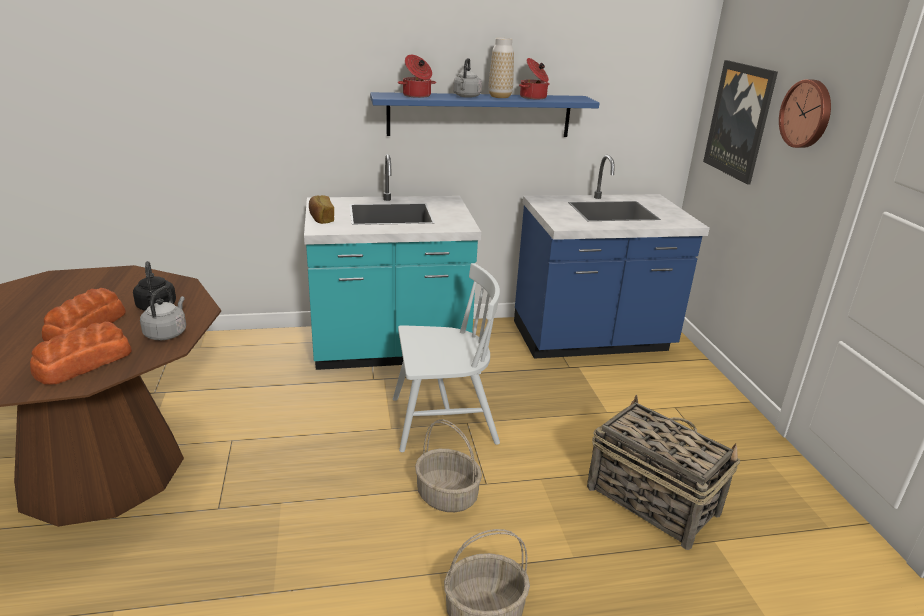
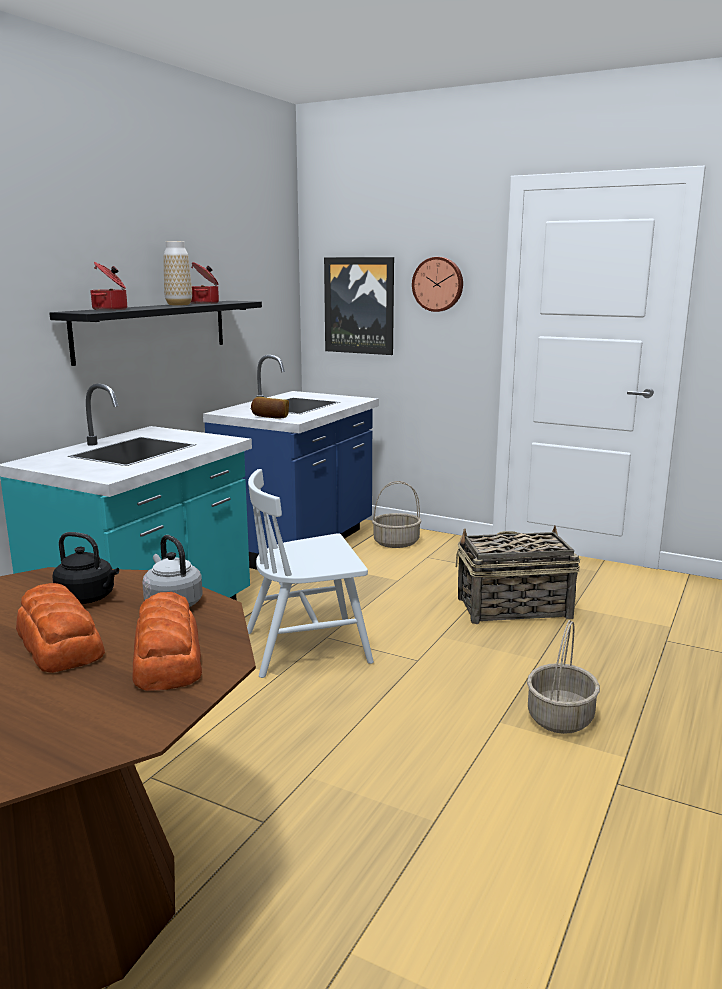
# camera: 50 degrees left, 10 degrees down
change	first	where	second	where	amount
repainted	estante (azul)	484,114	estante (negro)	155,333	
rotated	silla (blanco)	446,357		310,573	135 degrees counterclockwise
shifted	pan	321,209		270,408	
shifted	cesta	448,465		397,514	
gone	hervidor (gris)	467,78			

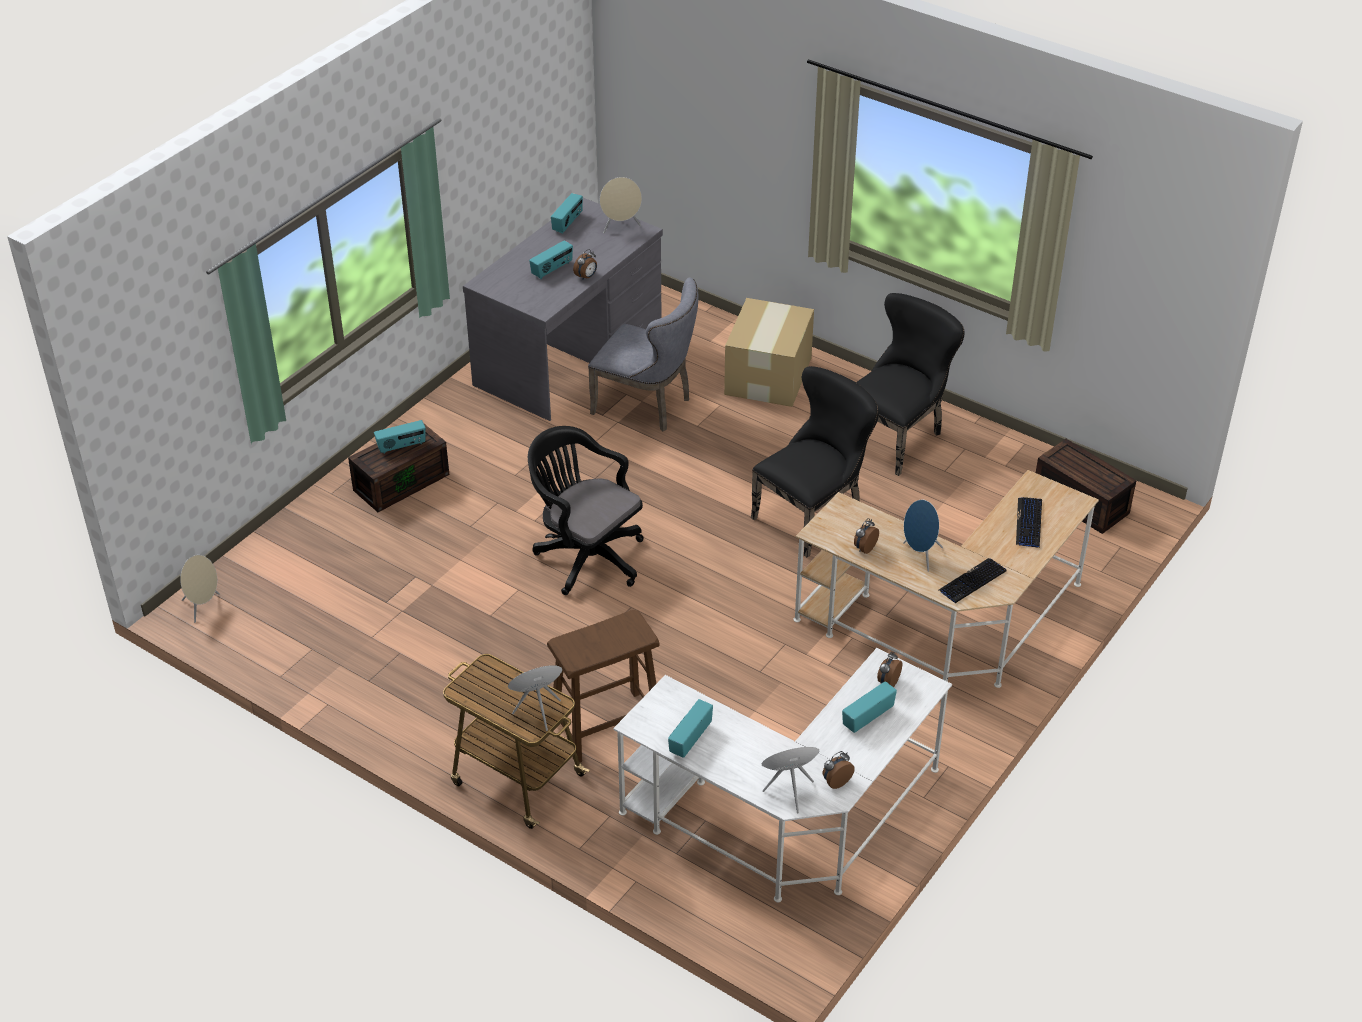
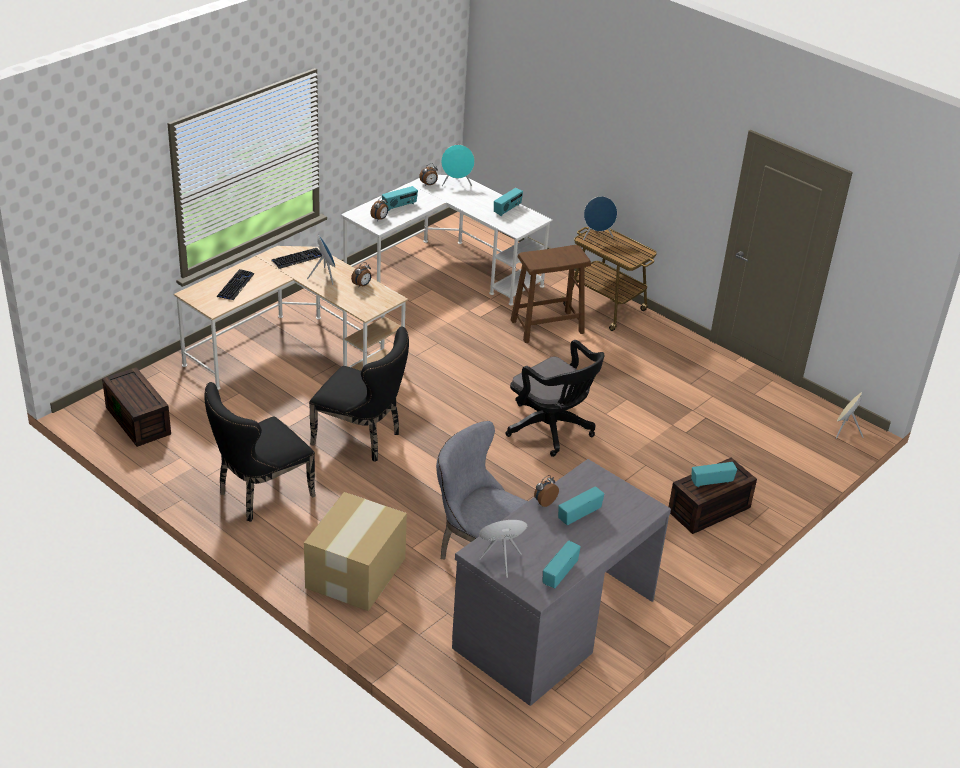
# camera: 175 degrees left, 5 degrees down
change	first	where	second	where	amount
rotated	silla (negro)	815,461		359,394	120 degrees counterclockwise

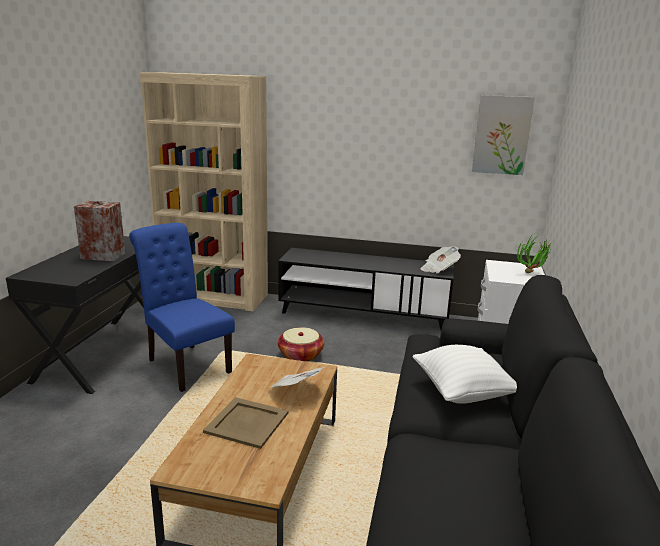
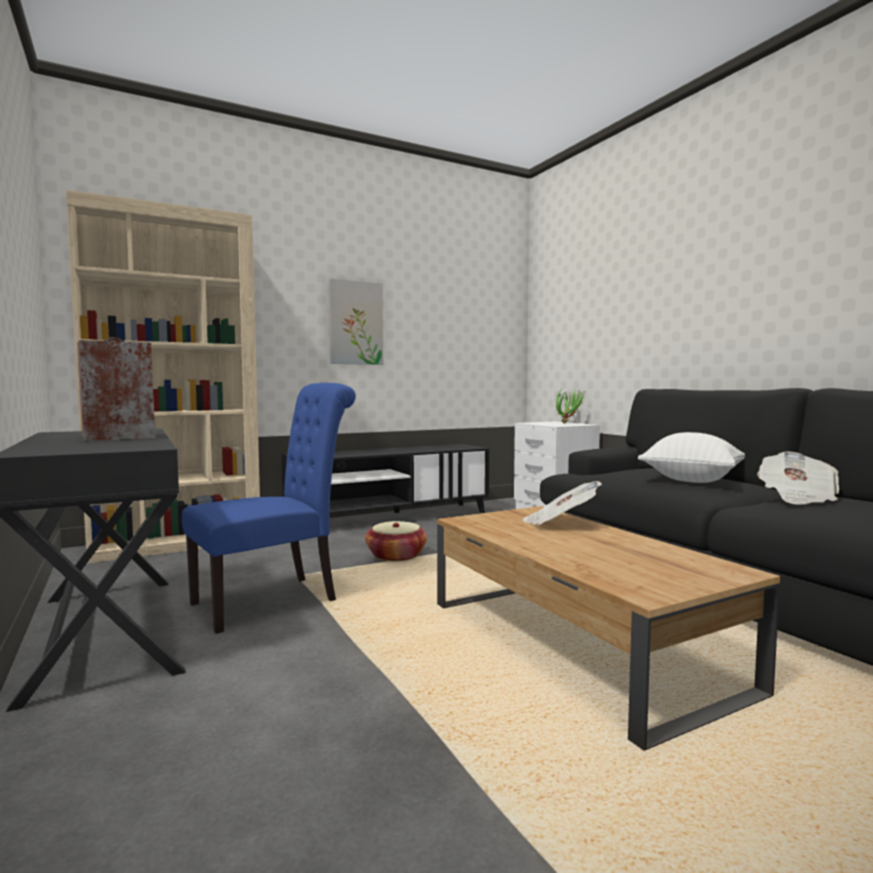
# camera: 40 degrees left, 15 degrees down
change	first	where	second	where	amount
rotated	silla (azul)	182,307		269,508	135 degrees clockwise
shifted	cuadro	503,135		356,322	
shifted	periódico	440,259		798,478	
gone	bandeja (beis)	246,423			

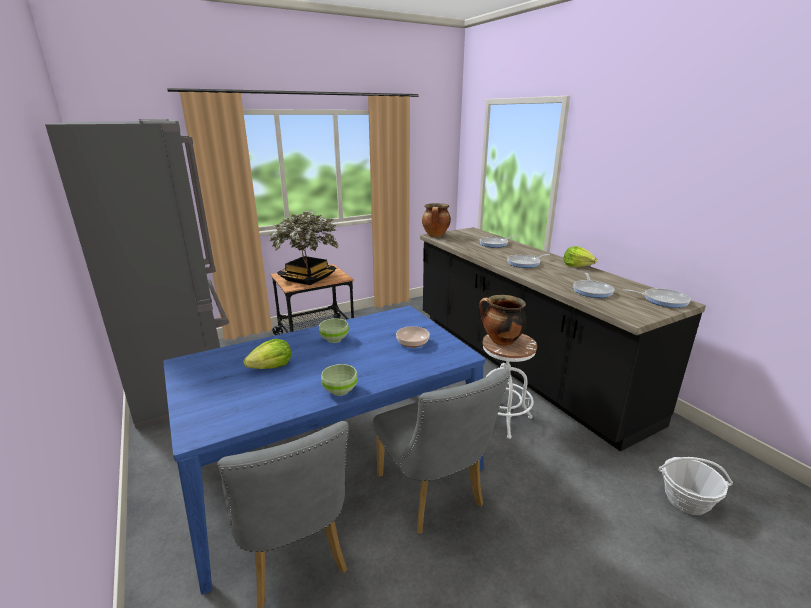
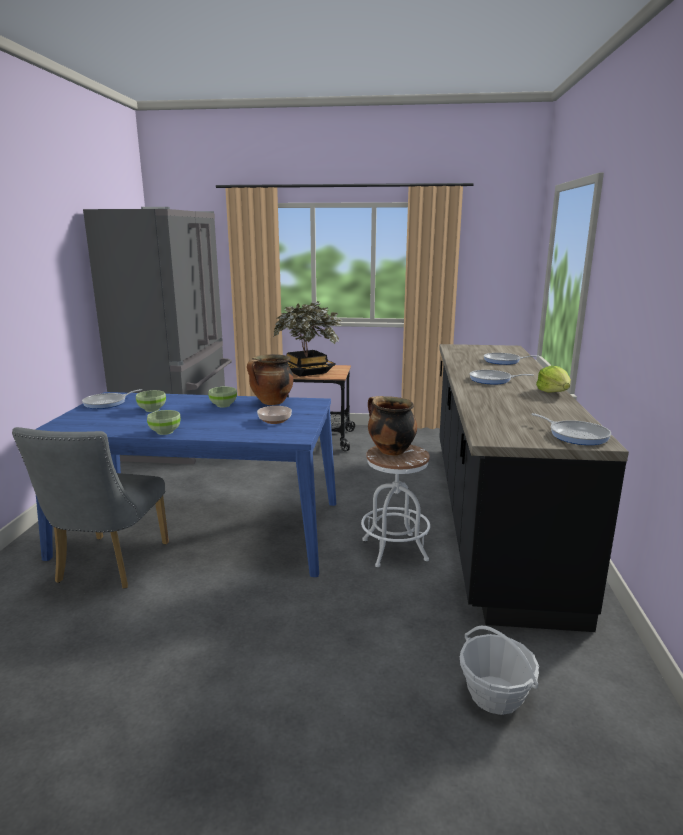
# camera: 35 degrees right, 5 degrees down
change	first	where	second	where	amount
shifted	sartén	593,285		112,399	
swapped	lechuga	267,354	cuenco (verde)	151,401	
shifted	olla	436,220		270,379	
gone	silla (gris)	441,451			

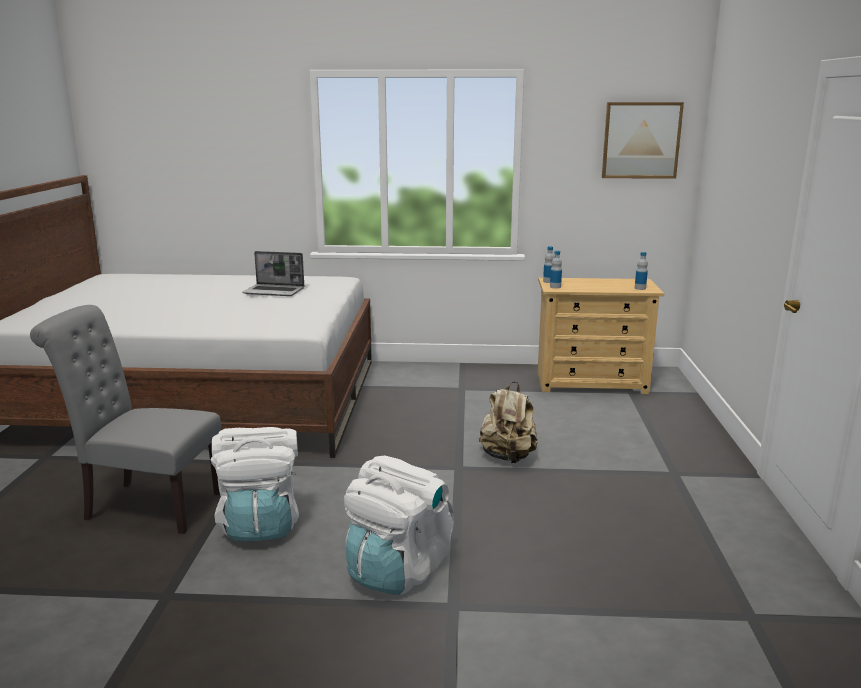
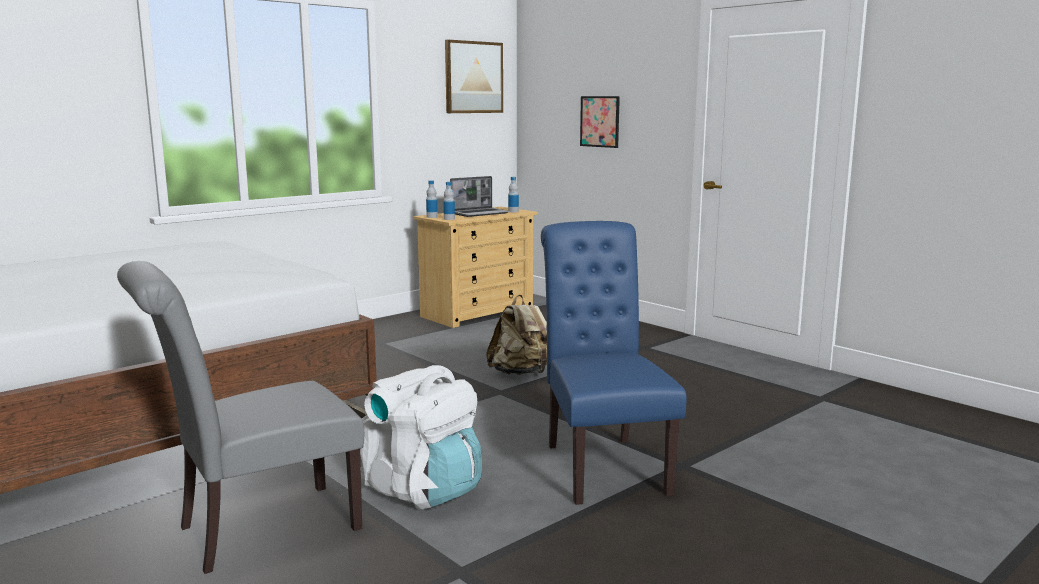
# camera: 45 degrees left, 5 degrees down
change	first	where	second	where	amount
shifted	portátil	273,273		479,196	
swapped	mochila (blanco)	399,525	silla (azul)	614,363	
new			cuadro	600,122	

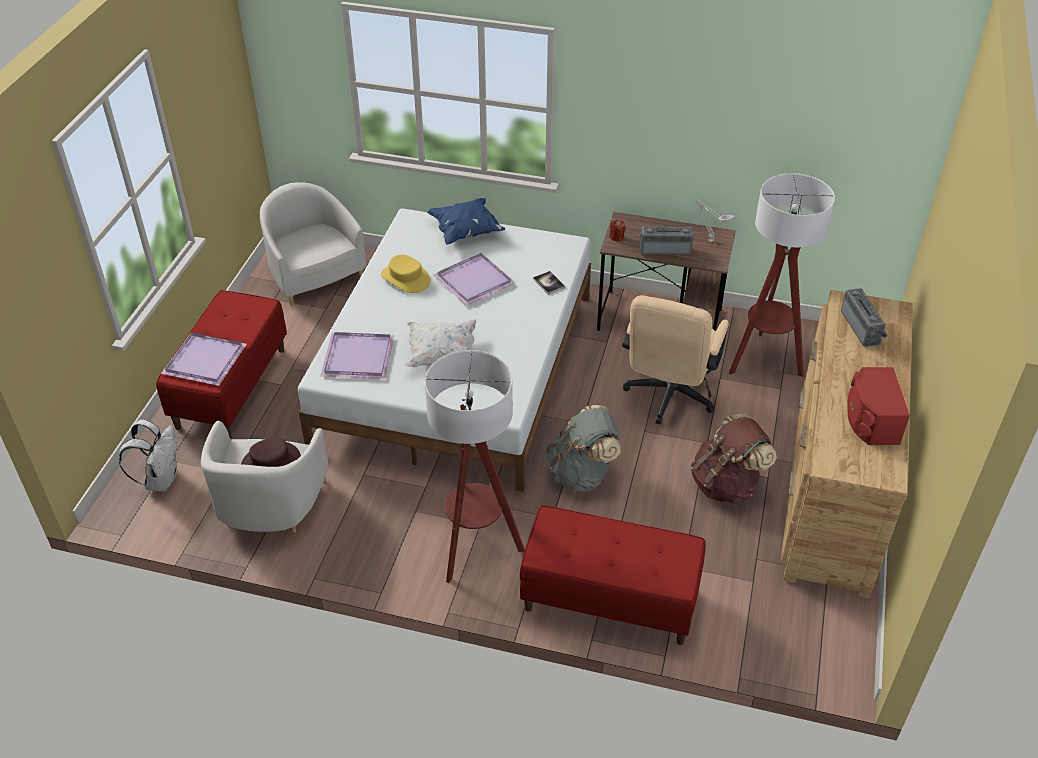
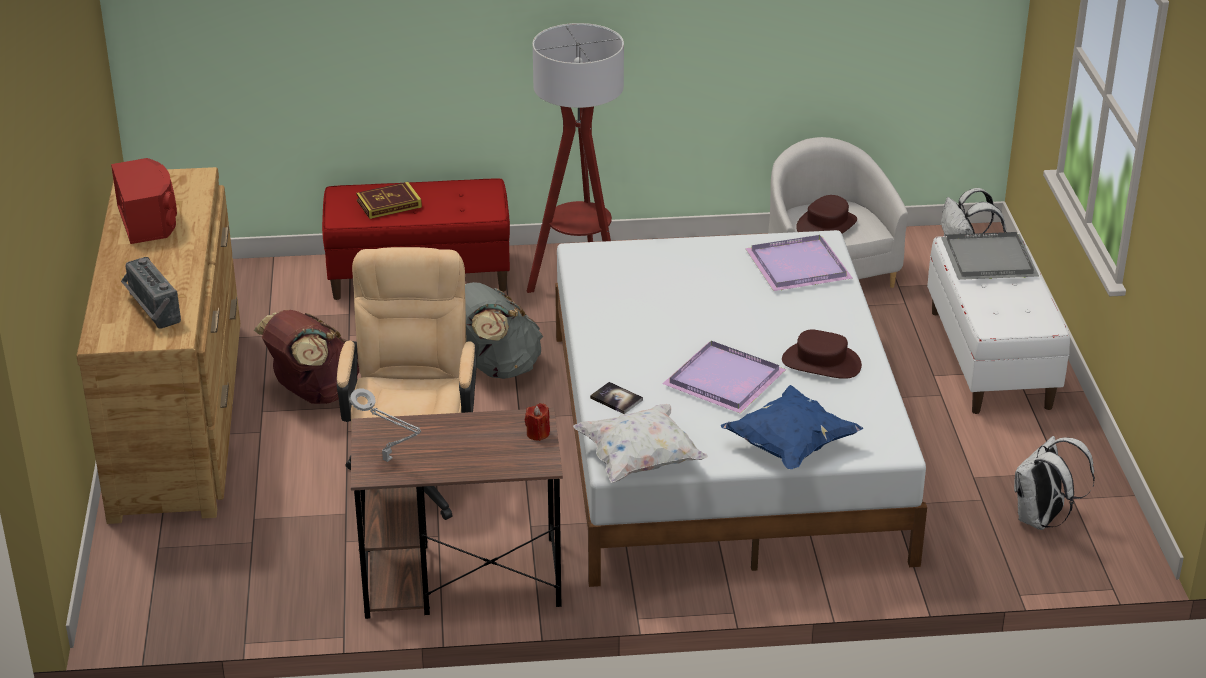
# camera: 160 degrees right, 10 degrees down
change	first	where	second	where	amount
new			libro	389,200	
shifted	cojín (blanco)	441,343		640,443	
repainted	sombrero (amarillo)	405,273	sombrero (marrón)	822,354	
repainted	banco (rojo)	221,364	banco (blanco)	998,323	
repainted	bandeja (morado)	204,359	bandeja (gris)	990,256	
swapped	sillón (blanco)	313,244	mochila (blanco)	1054,483	
gone	radio	666,240			
gone	lámpara de pie	782,275			

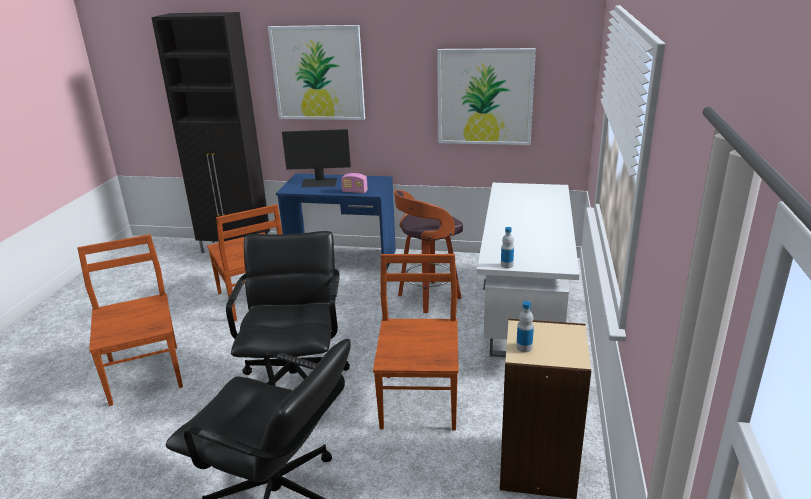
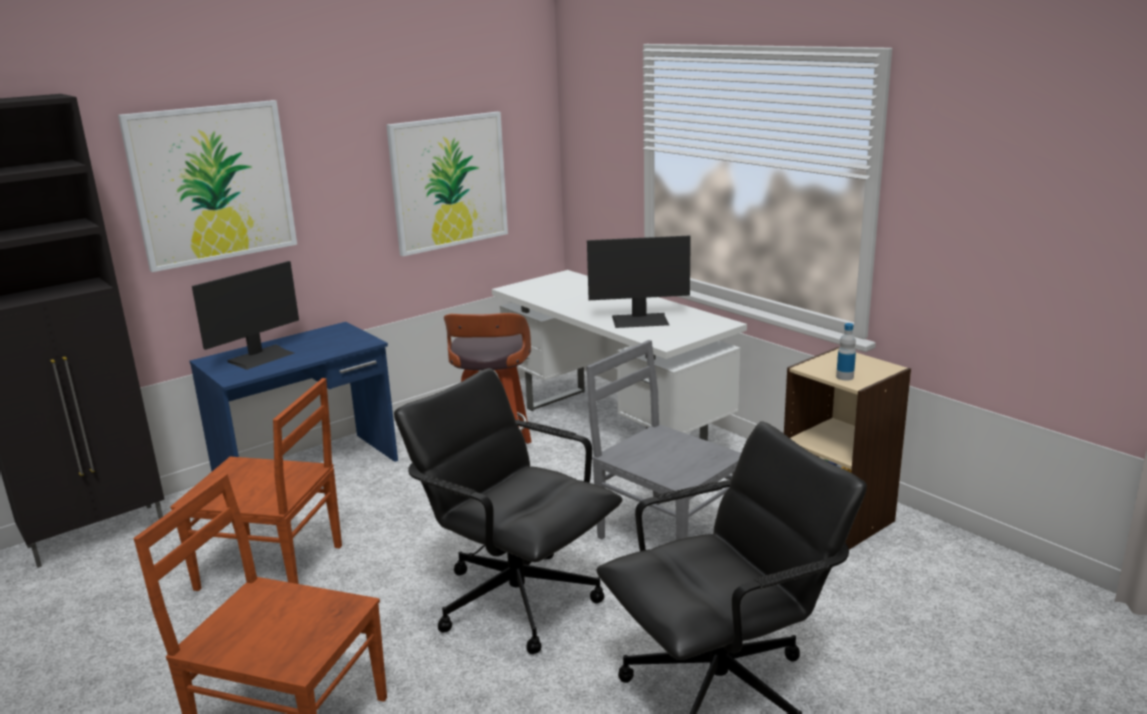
# camera: 50 degrees left, 5 degrees down
change	first	where	second	where	amount
repainted	silla (marrón)	416,342	silla (gris)	663,440	
new			monitor	639,281	
gone	radio	354,183			
gone	botella	507,247			

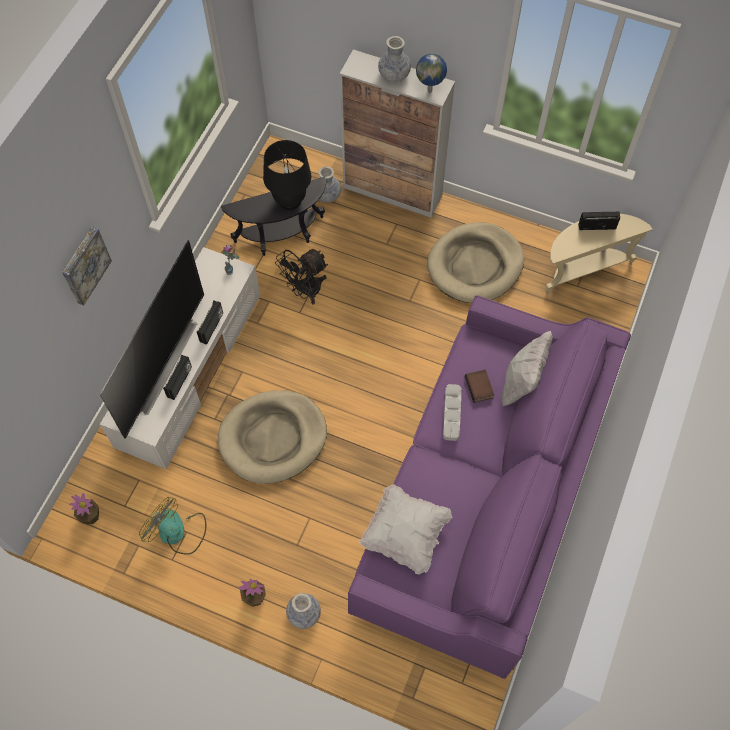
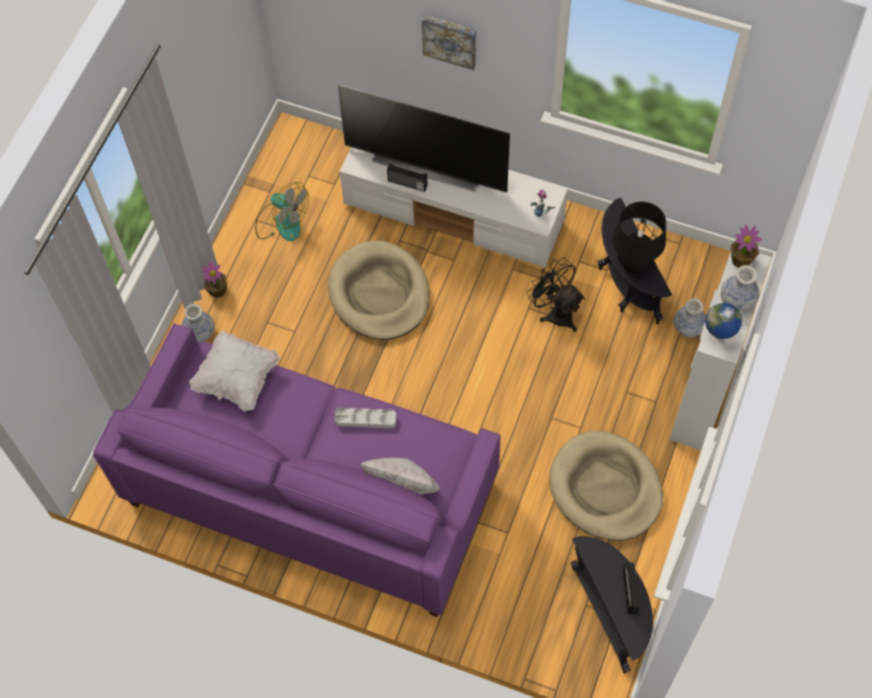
# camera: 90 degrees right, 0 degrees up
change	first	where	second	where	amount
rotated	ventilador	172,526		282,211	90 degrees clockwise
repainted	mesa auxiliar (beis)	599,254	mesa auxiliar (negro)	612,604	
shifted	planta en maceta	84,508		746,246	
gone	radio	210,323			
gone	libro	479,386			

